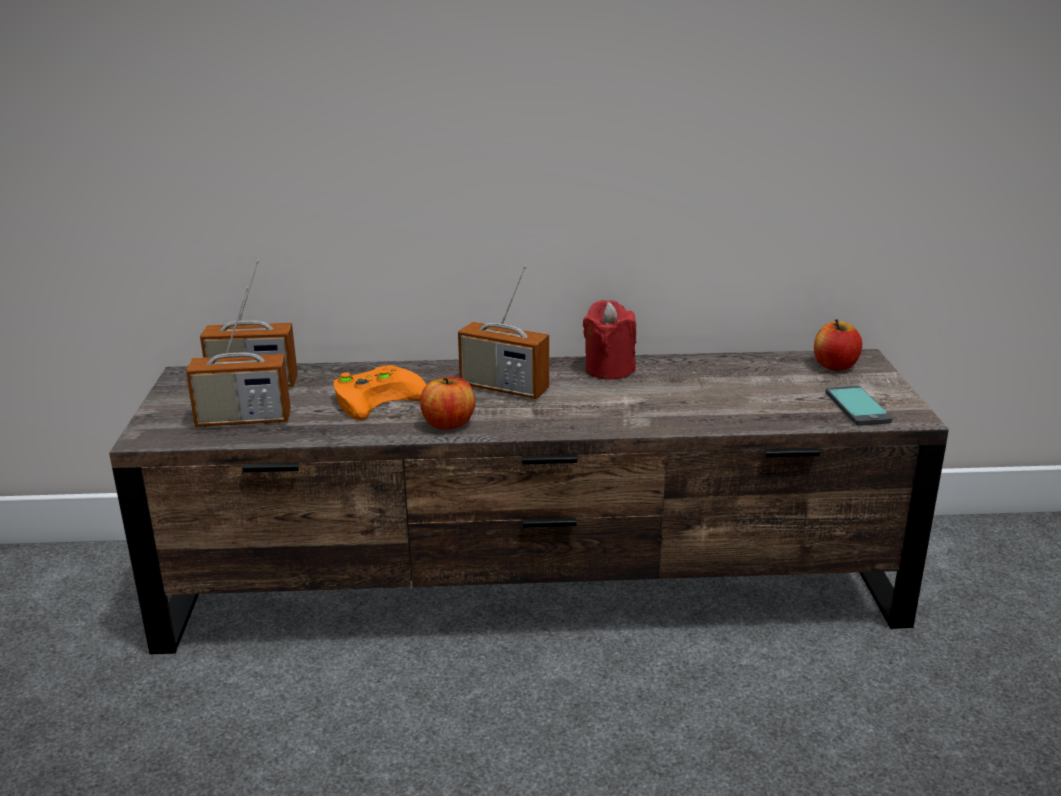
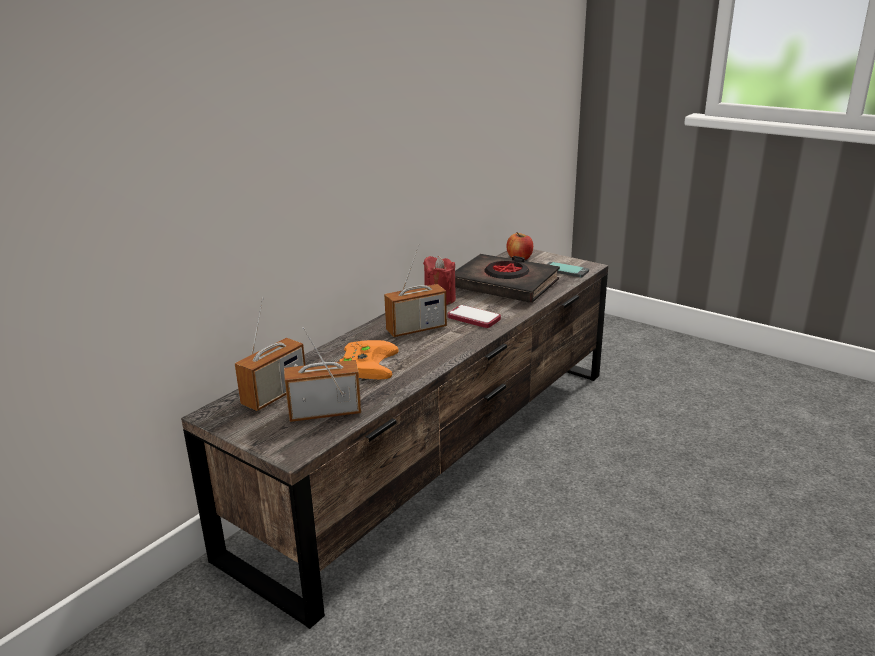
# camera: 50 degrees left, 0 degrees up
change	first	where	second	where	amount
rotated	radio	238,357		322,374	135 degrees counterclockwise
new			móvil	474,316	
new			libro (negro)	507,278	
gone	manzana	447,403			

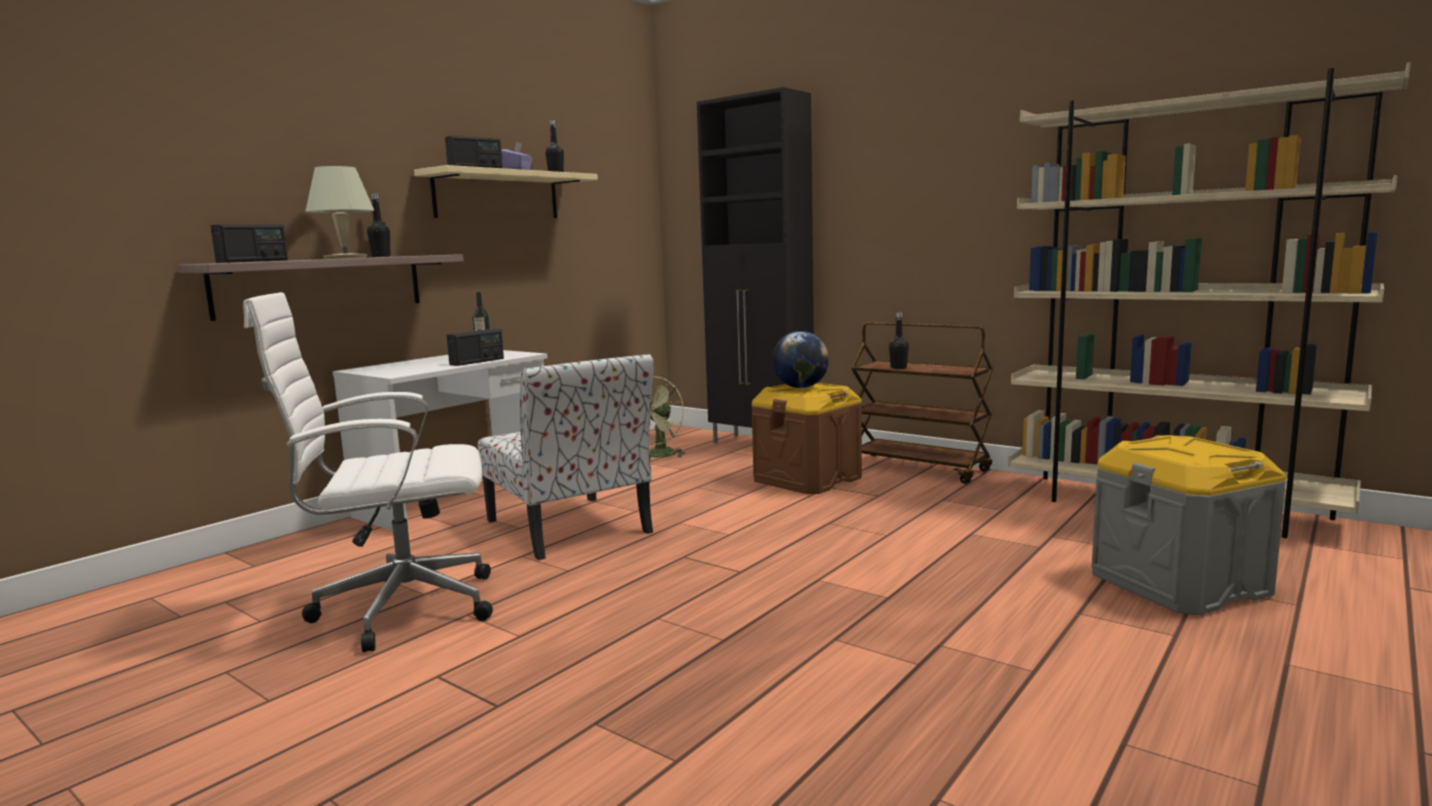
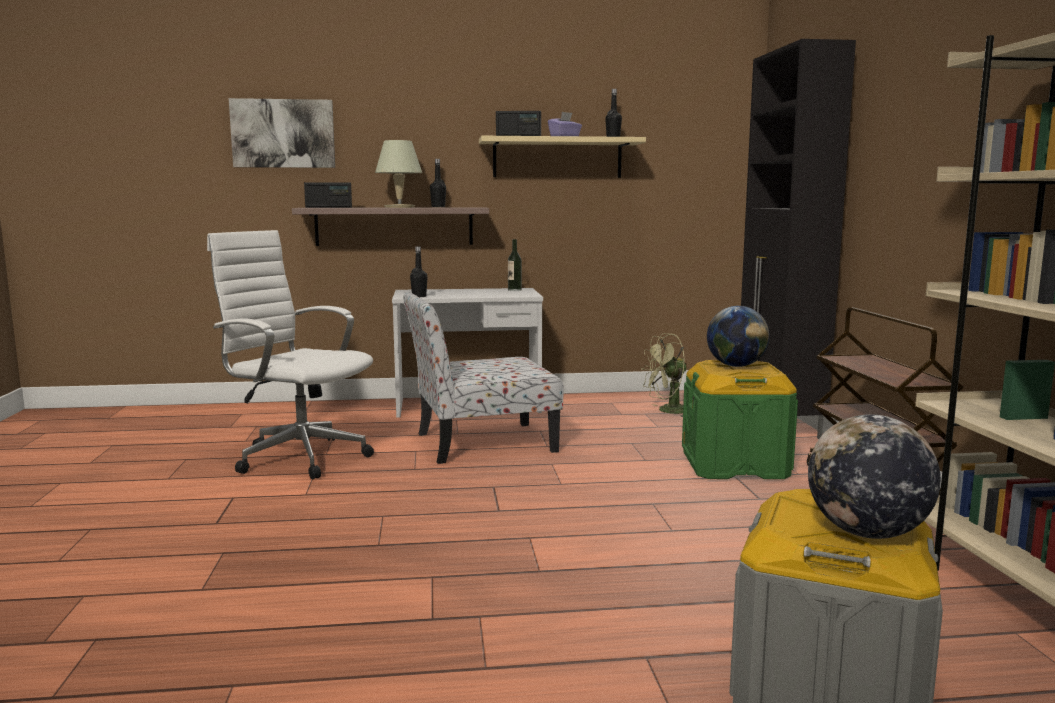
# camera: 45 degrees right, 0 degrees up
change	first	where	second	where	amount
new			cuadro	282,133	
rotated	silla	566,457		483,378	60 degrees clockwise
shifted	botella (negro)	899,340		419,271	
repainted	caja de almacenaje (marrón)	806,438	caja de almacenaje (verde)	740,419	
new			globo terráqueo	874,476	
gone	radio	475,347			

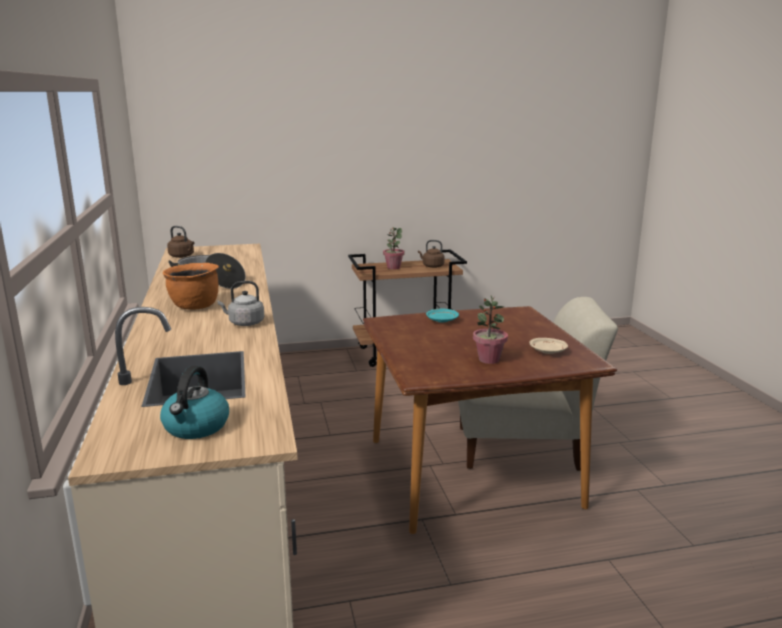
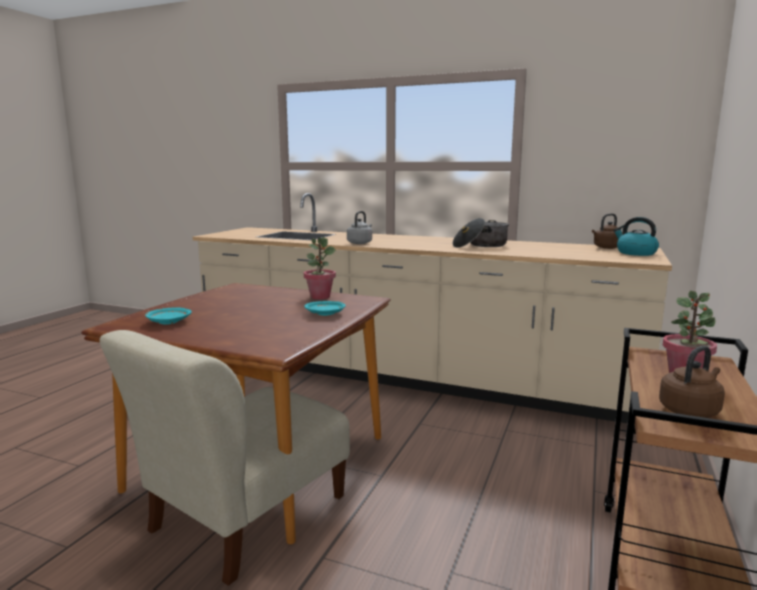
# camera: 125 degrees right, 5 degrees down
change	first	where	second	where	amount
repainted	plato (beis)	549,346	plato (turquesa)	168,316	
shifted	planta en maceta	490,330		320,268	
shifted	hervidor	194,402		636,236	
gone	olla (naranja)	191,286			

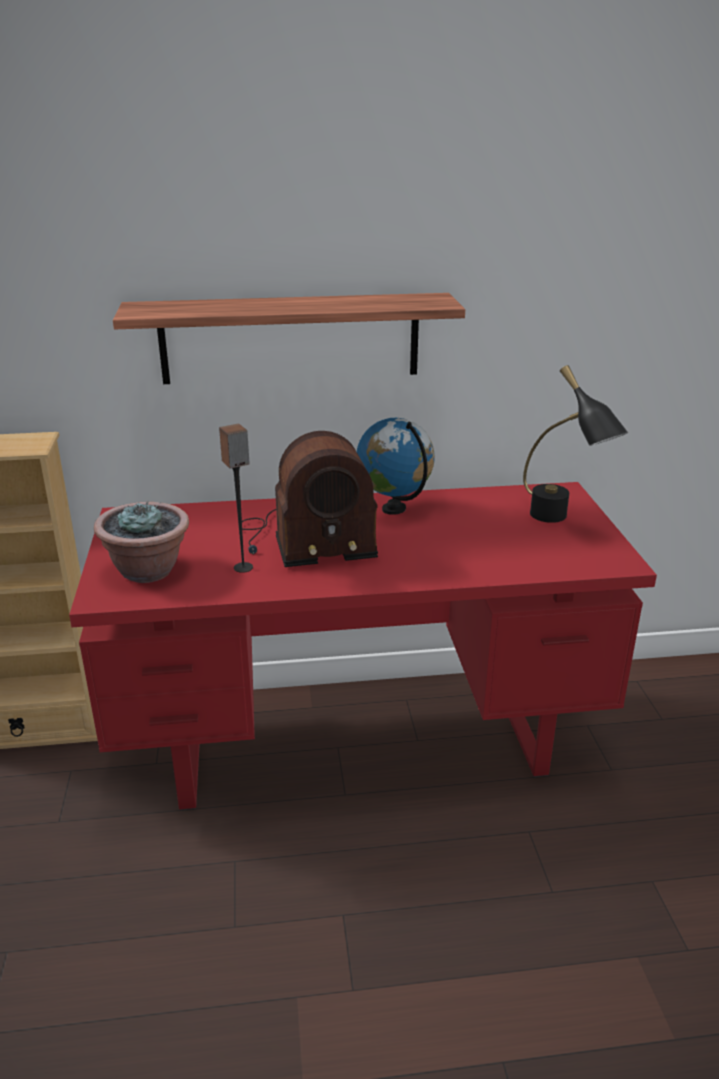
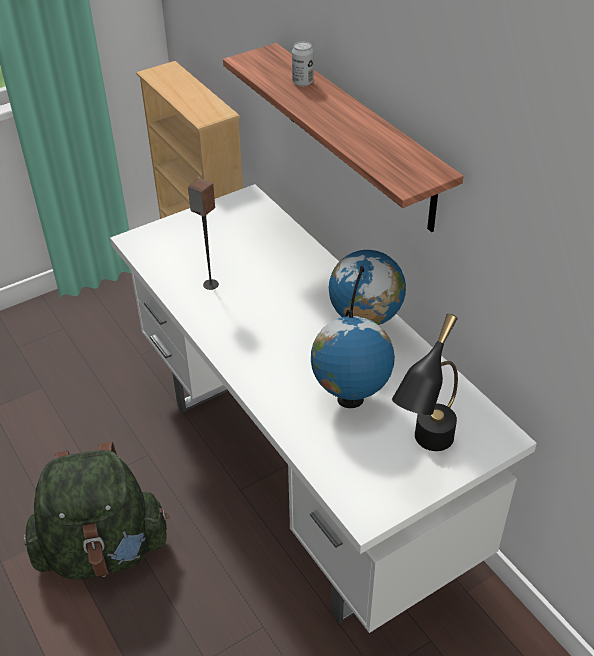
# camera: 65 degrees right, 15 degrees up
change	first	where	second	where	amount
new			mochila (verde)	96,511	
repainted	escritorio (rojo)	363,646	escritorio (blanco)	323,408	
new			lata	303,64	
new			globo terráqueo	353,359	
gone	planta en maceta	141,542			
gone	radio	310,499			

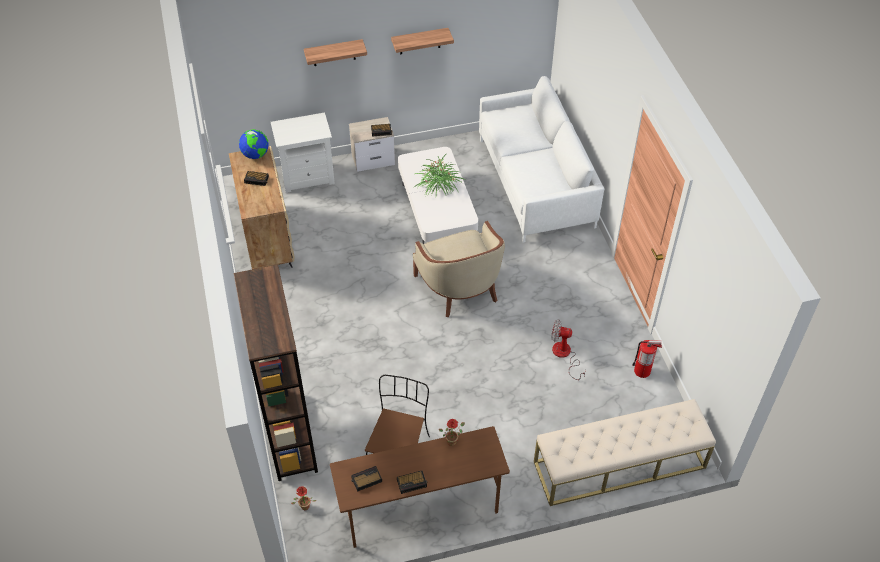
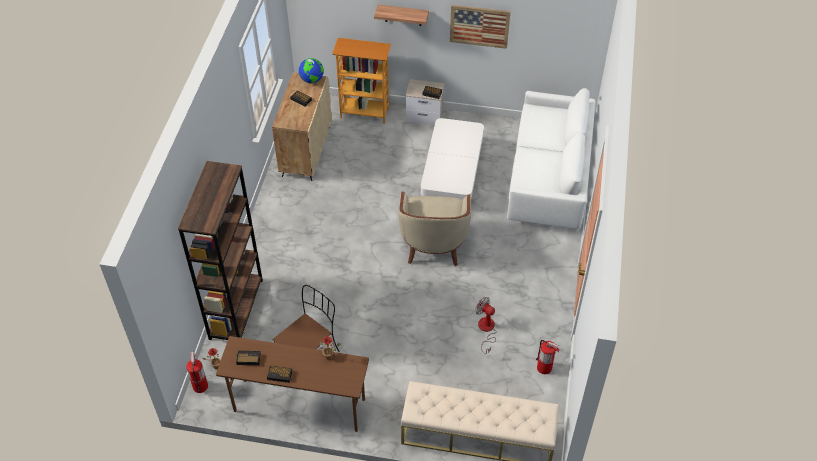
# camera: 25 degrees right, 0 degrees up
change	first	where	second	where	amount
new			extintor	197,372	
swapped	mesita de noche (blanco)	303,153	estantería	361,81	
swapped	estante	422,41	cuadro	480,27	
gone	planta en maceta	440,175			

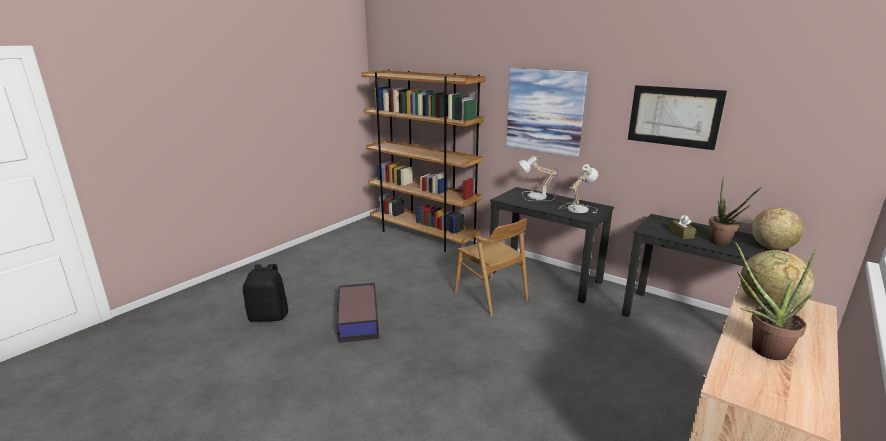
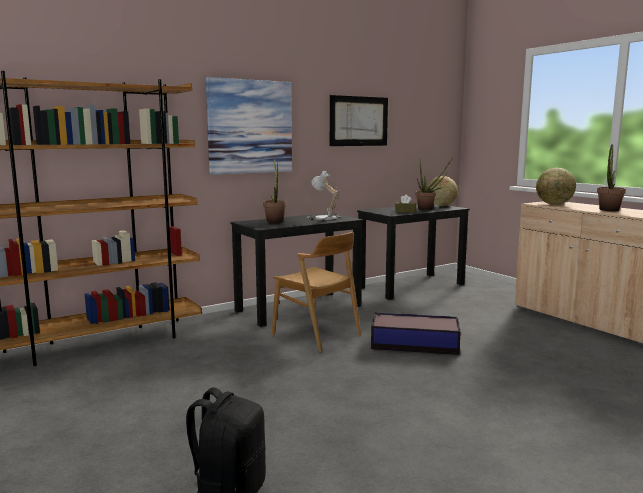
# camera: 70 degrees left, 10 degrees down
change	first	where	second	where	amount
swapped	lámpara de mesa	538,178	planta en maceta	275,191	
rotated	silla (marrón)	491,267		316,292	60 degrees clockwise
shifted	caja de almacenaje	357,313		416,333	

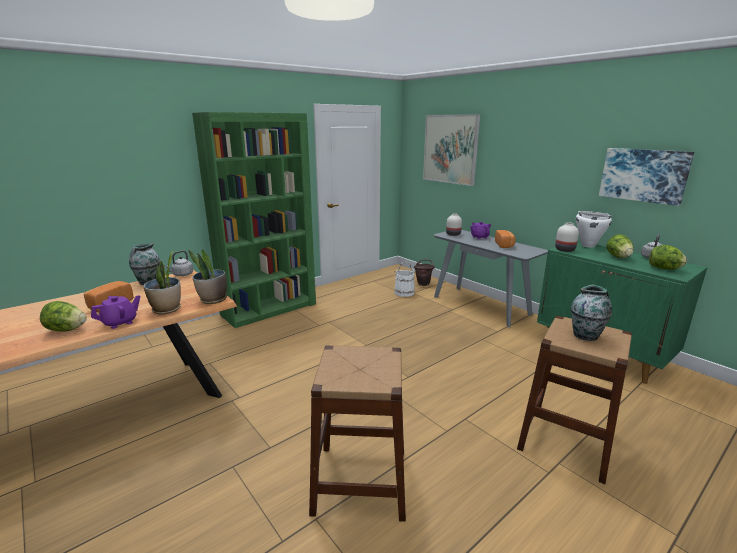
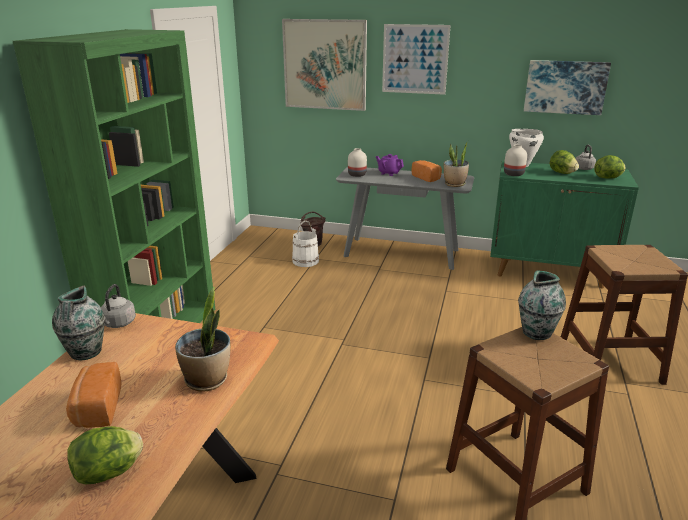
# camera: 35 degrees left, 5 degrees up
change	first	where	second	where	amount
new			cuadro	416,59	
shifted	planta en maceta	207,276		456,163	
shifted	florero	591,313		542,305	
gone	tetera (morado)	115,312			

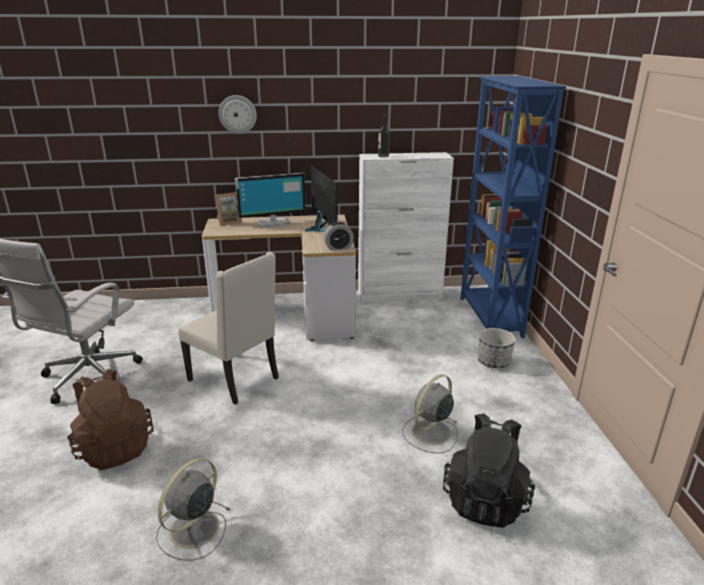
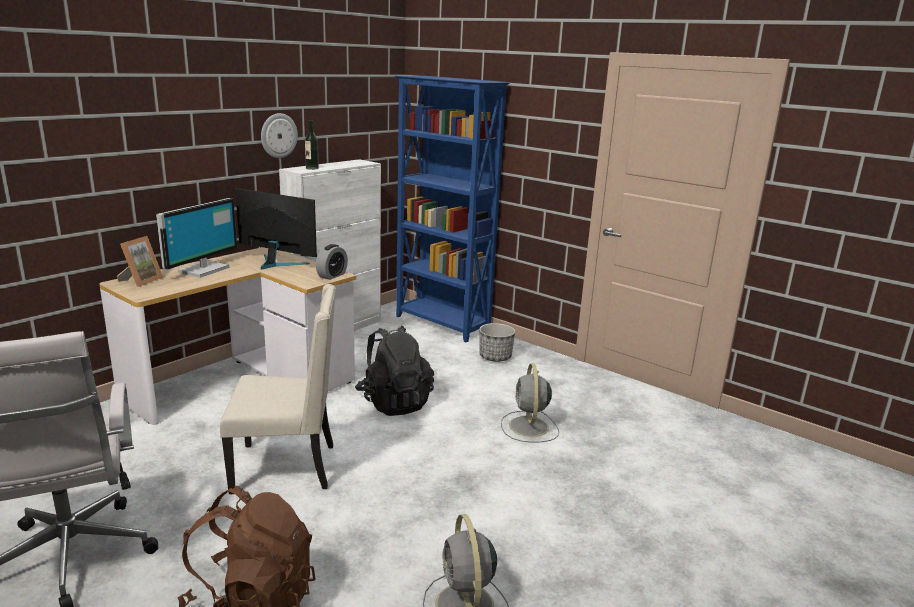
# camera: 45 degrees left, 5 degrees down
change	first	where	second	where	amount
shifted	reloj de pared	238,114		279,135	
shifted	mochila (negro)	489,470		394,371	

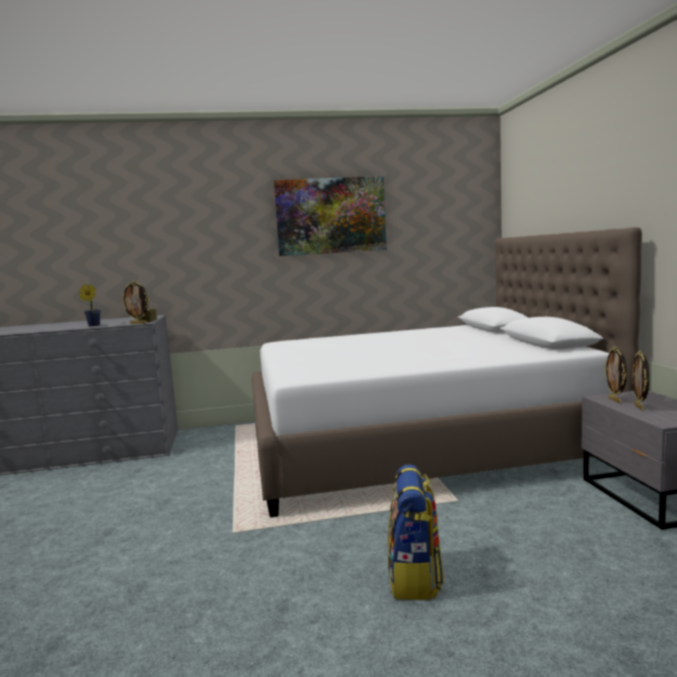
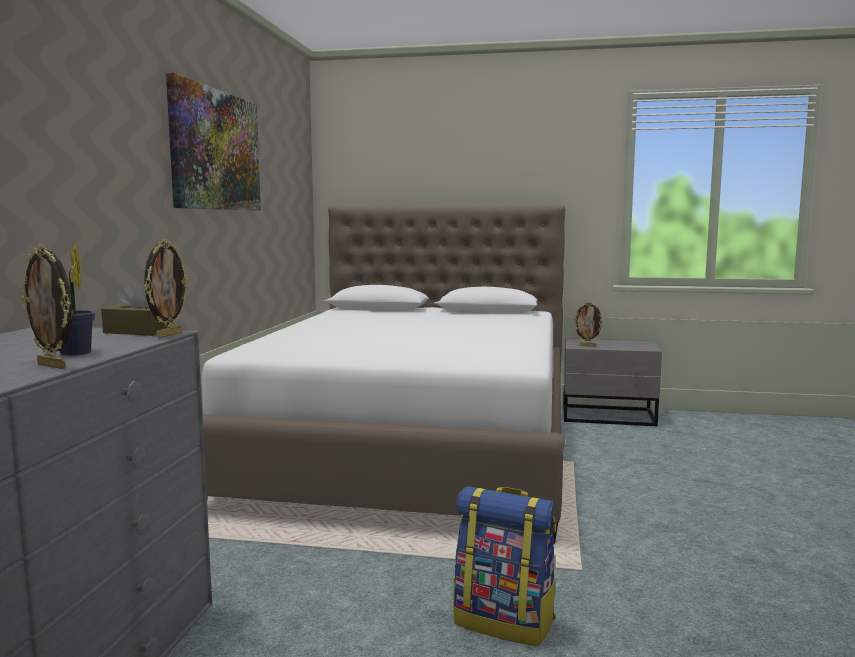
# camera: 70 degrees left, 0 degrees up
change	first	where	second	where	amount
shifted	portarretratos	640,381		46,306	
shifted	mochila	416,532		504,566	

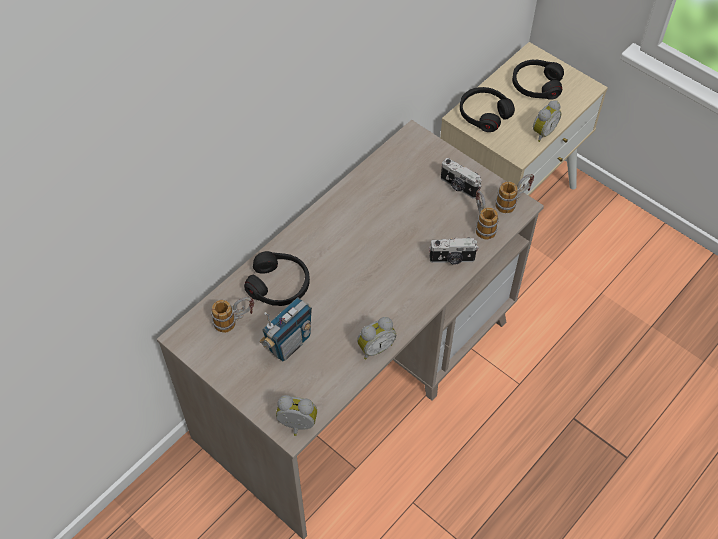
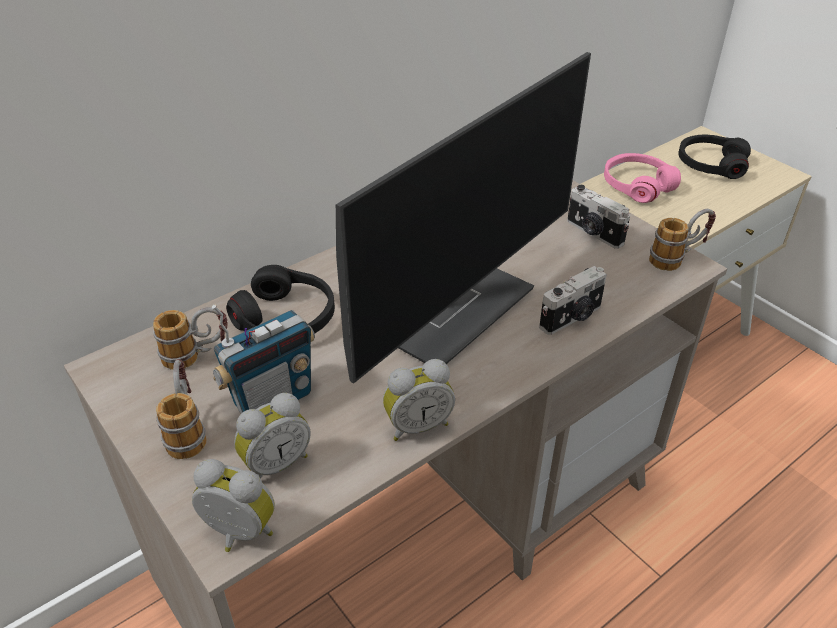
# camera: 10 degrees right, 15 degrees down
change	first	where	second	where	amount
shifted	taza grande	487,215		181,409	
shifted	despertador	547,121		272,435	
new			monitor	463,218	
rotated	cámara	454,251		573,300	45 degrees counterclockwise
repainted	auriculares (negro)	487,109	auriculares (rosa)	642,178	

